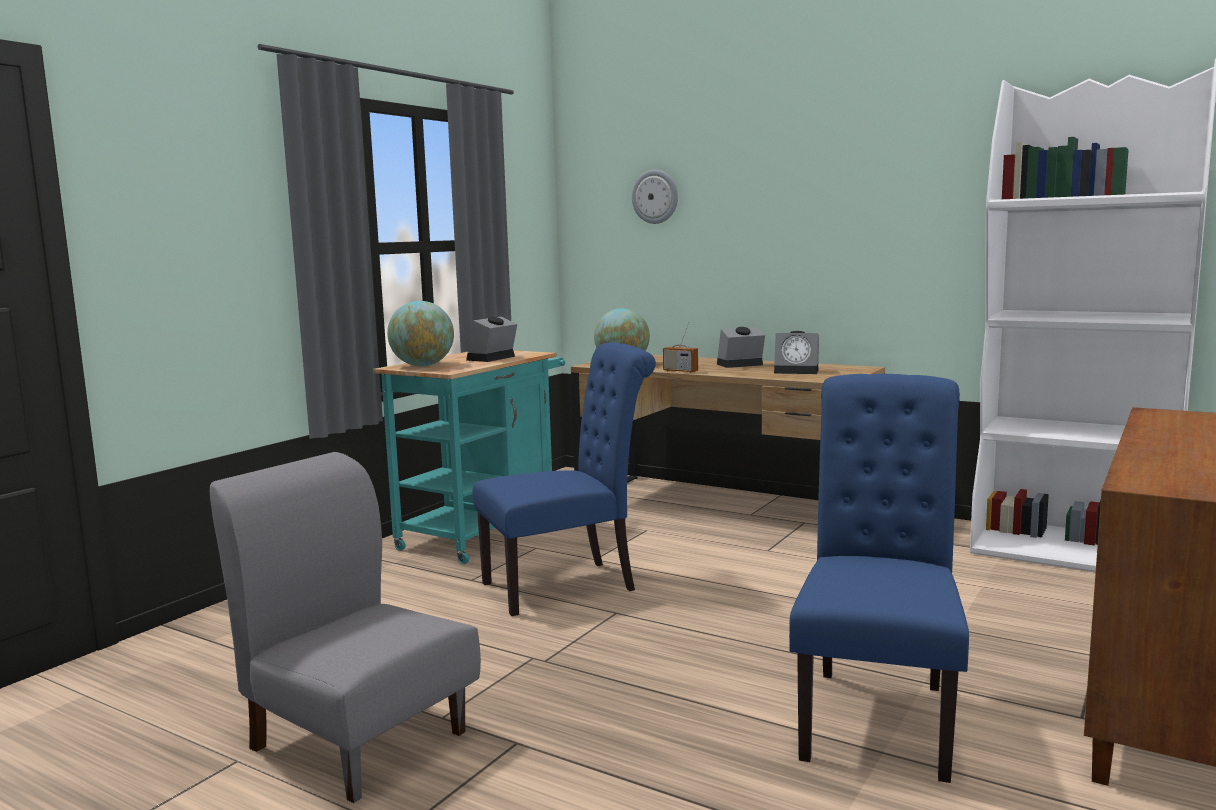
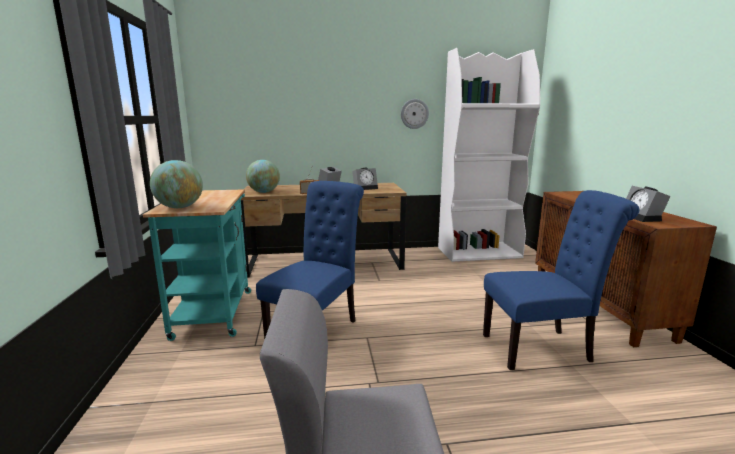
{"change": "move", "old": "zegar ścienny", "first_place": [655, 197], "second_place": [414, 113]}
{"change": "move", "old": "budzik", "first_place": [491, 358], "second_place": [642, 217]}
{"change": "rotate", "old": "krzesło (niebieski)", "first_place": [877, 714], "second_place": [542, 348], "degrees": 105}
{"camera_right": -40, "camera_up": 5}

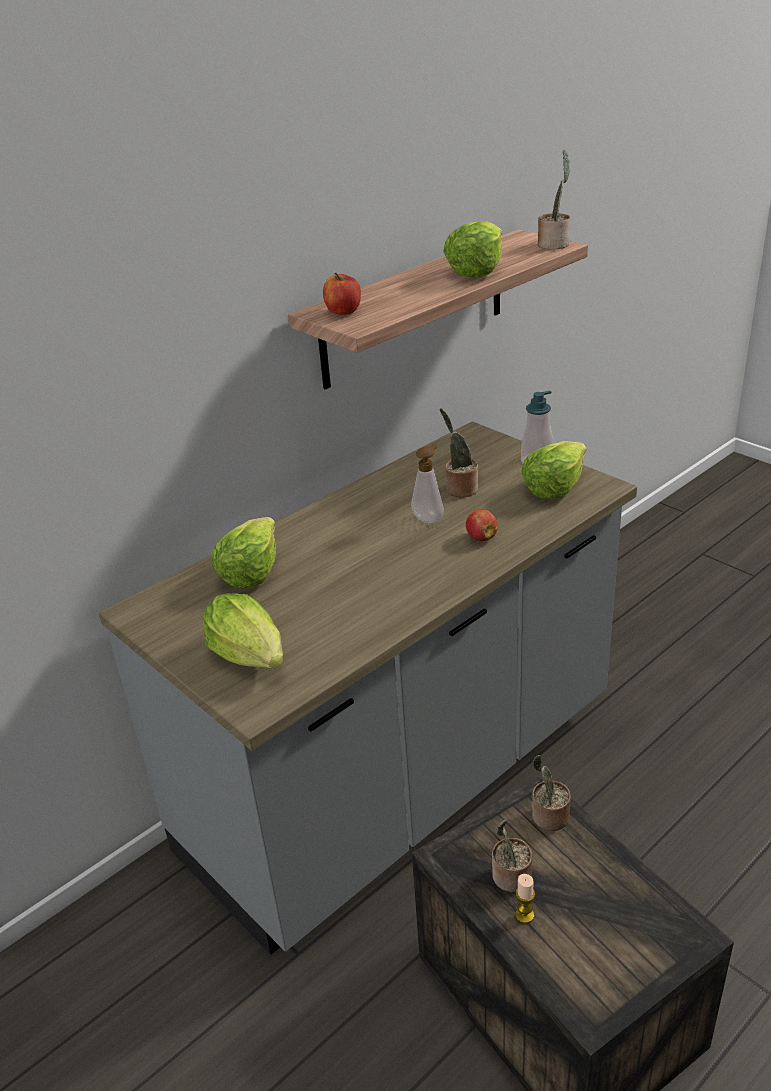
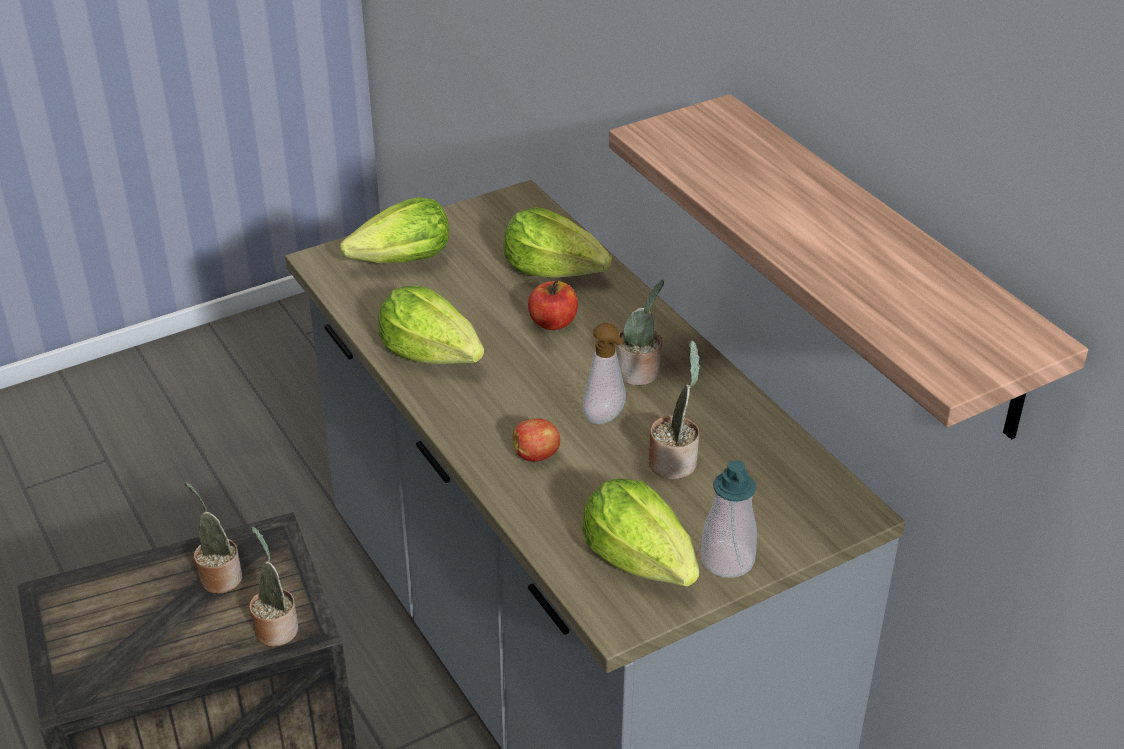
{"change": "move", "old": "roślina doniczkowa", "first_place": [554, 244], "second_place": [639, 373]}
{"change": "move", "old": "sałata", "first_place": [476, 270], "second_place": [432, 354]}
{"change": "move", "old": "jabłko", "first_place": [343, 311], "second_place": [553, 322]}
{"change": "delete", "old": "świeca", "first_place": [524, 915]}
{"camera_right": 100, "camera_up": 5}

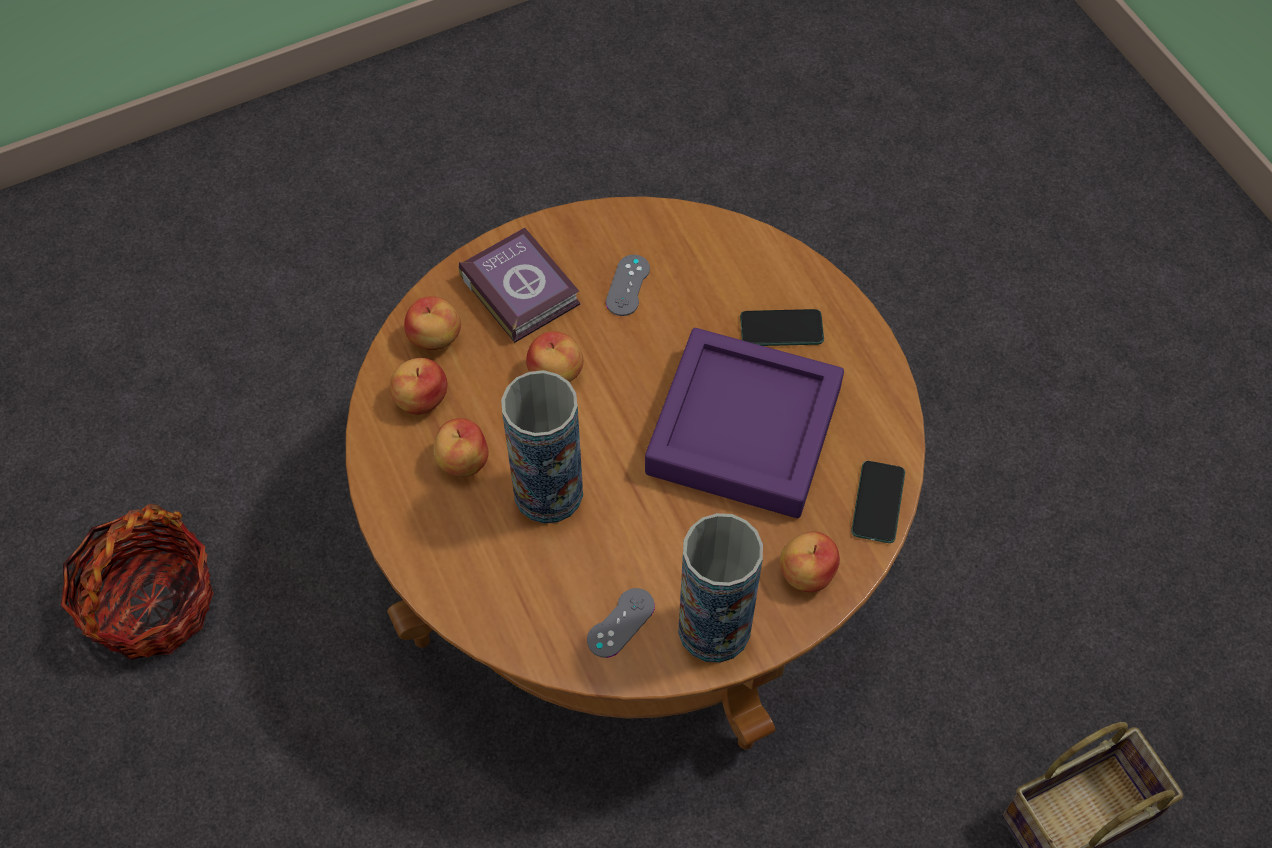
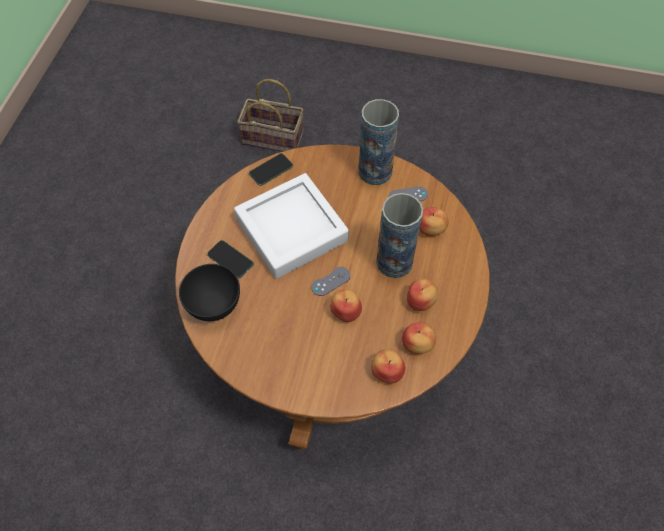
{"change": "delete", "old": "książka", "first_place": [520, 288]}
{"change": "move", "old": "pad do gier (szary)", "first_place": [628, 285], "second_place": [330, 281]}
{"change": "recolor", "old": "taca (fioletowy)", "new": "taca (biały)", "first_place": [743, 431], "second_place": [291, 230]}
{"change": "delete", "old": "koszyk", "first_place": [151, 603]}
{"change": "move", "old": "jabłko", "first_place": [807, 572], "second_place": [431, 229]}
{"change": "insert", "new": "miska (czarny)", "second_place": [214, 304]}
{"camera_right": -140, "camera_up": 0}

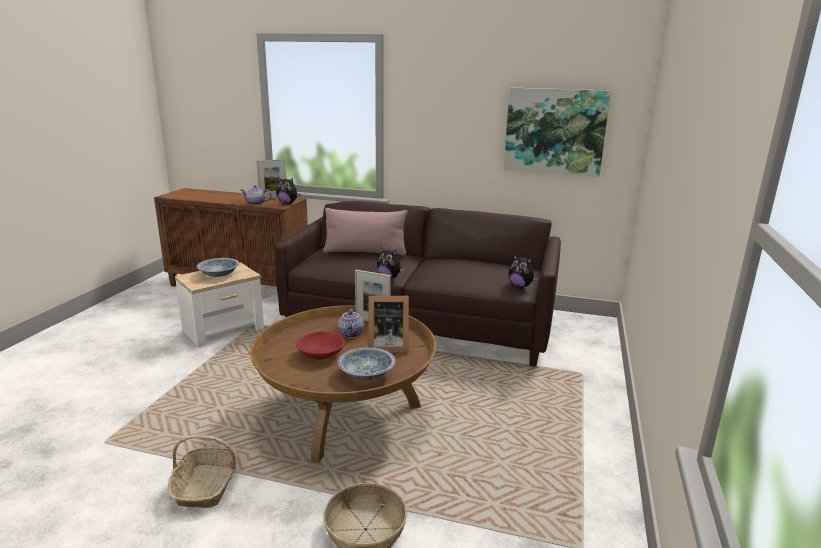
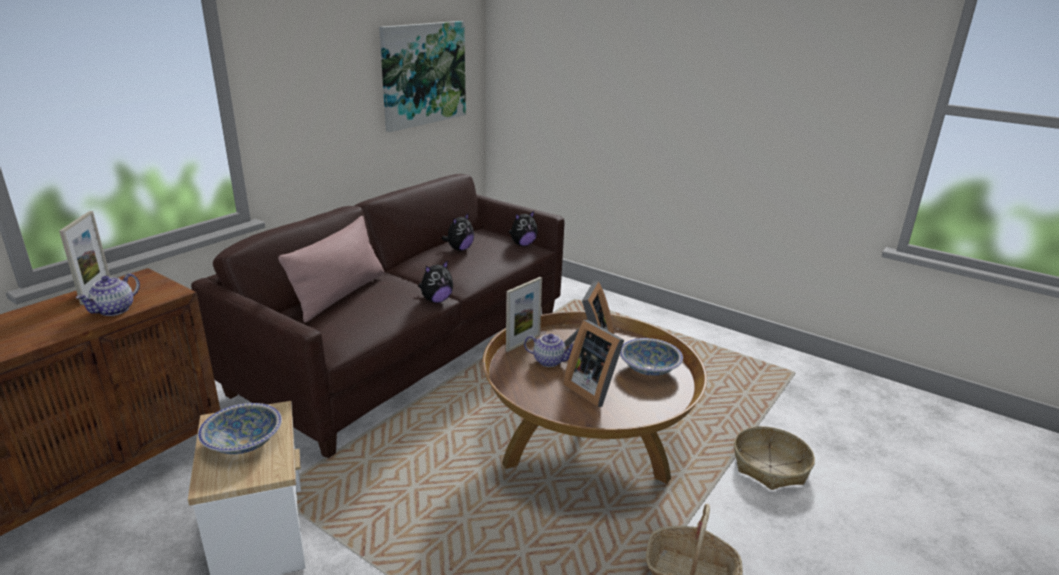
{"change": "move", "old": "pluszak", "first_place": [288, 203], "second_place": [459, 249]}
{"change": "replace", "old": "miska (czerwony)", "new": "ramka na zdjęcie", "first_place": [320, 354], "second_place": [593, 388]}
{"camera_right": -70, "camera_up": 5}

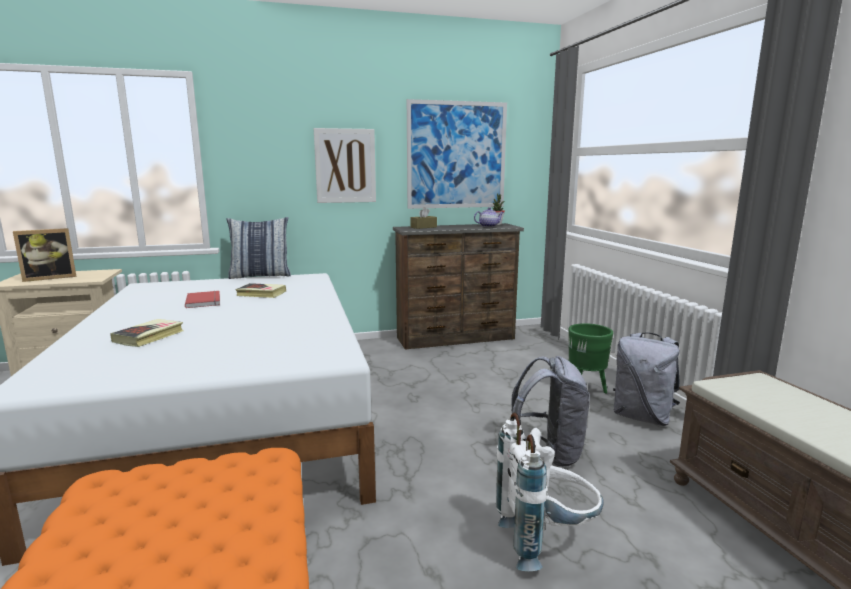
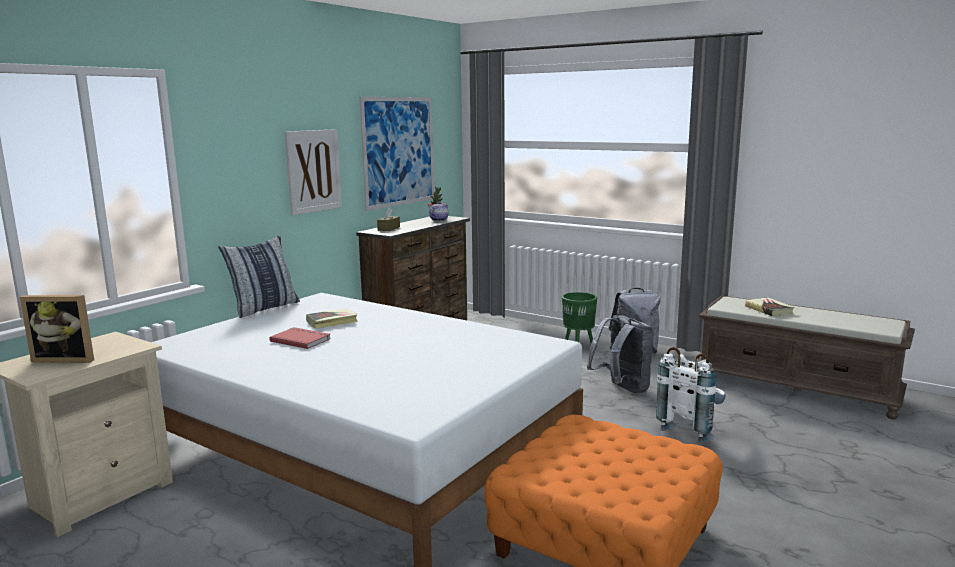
{"change": "rotate", "old": "ramka na zdjęcie", "first_place": [50, 277], "second_place": [67, 358], "degrees": 75}
{"change": "move", "old": "książka", "first_place": [149, 336], "second_place": [769, 310]}
{"camera_right": -40, "camera_up": 0}

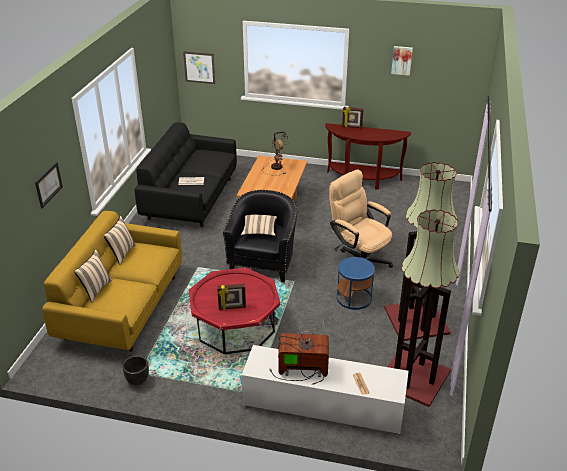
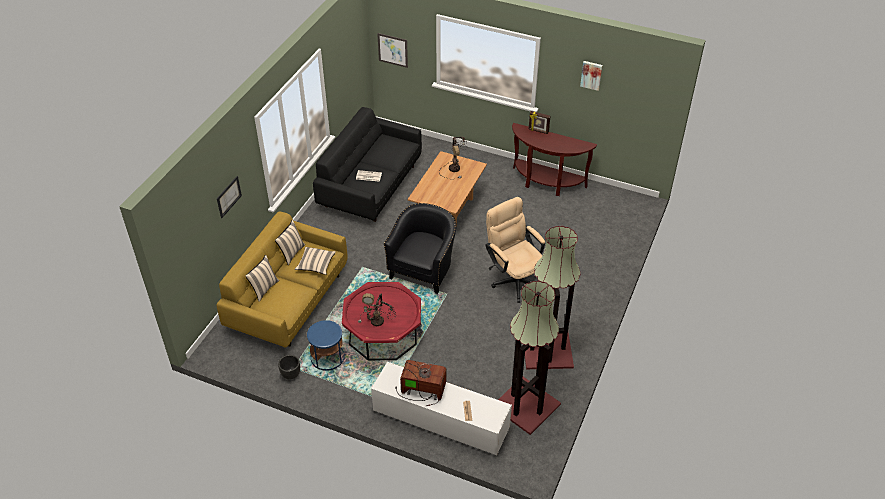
{"change": "move", "old": "poduszka (beżowy)", "first_place": [259, 231], "second_place": [316, 265]}
{"change": "move", "old": "stolik (niebieski)", "first_place": [354, 298], "second_place": [328, 357]}
{"change": "replace", "old": "ramka na zdjęcie", "new": "lampa stołowa", "first_place": [232, 307], "second_place": [378, 322]}
{"camera_right": 10, "camera_up": 10}

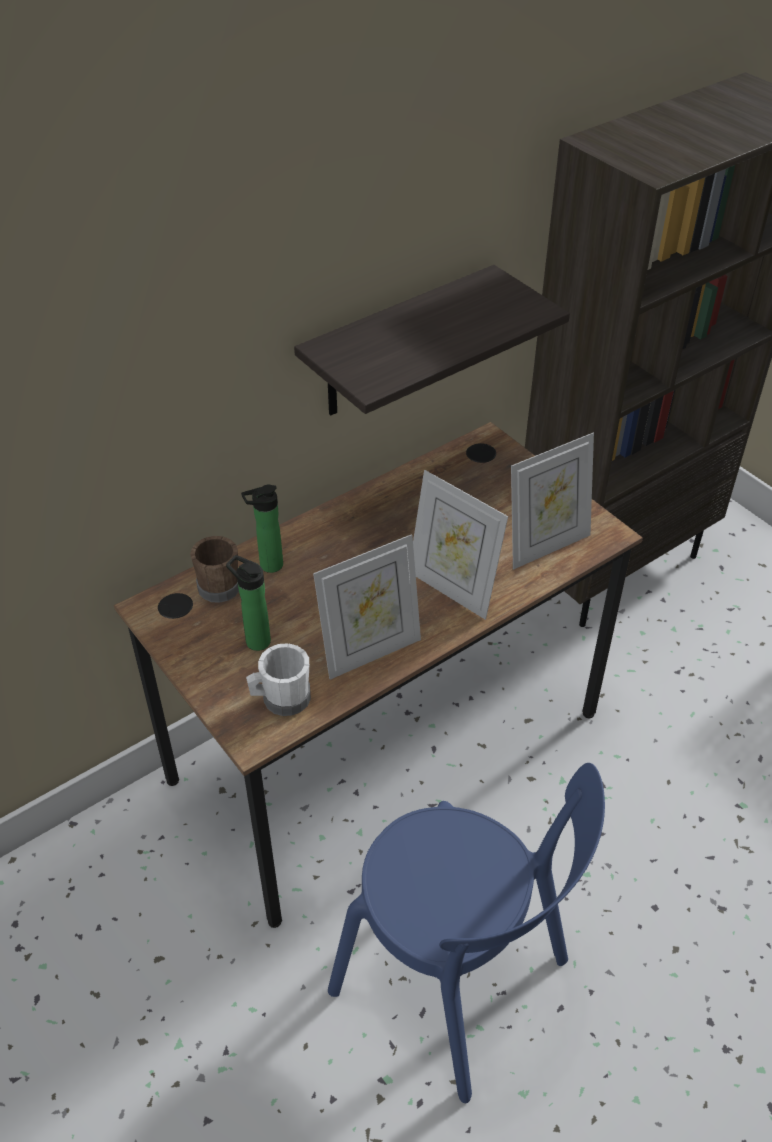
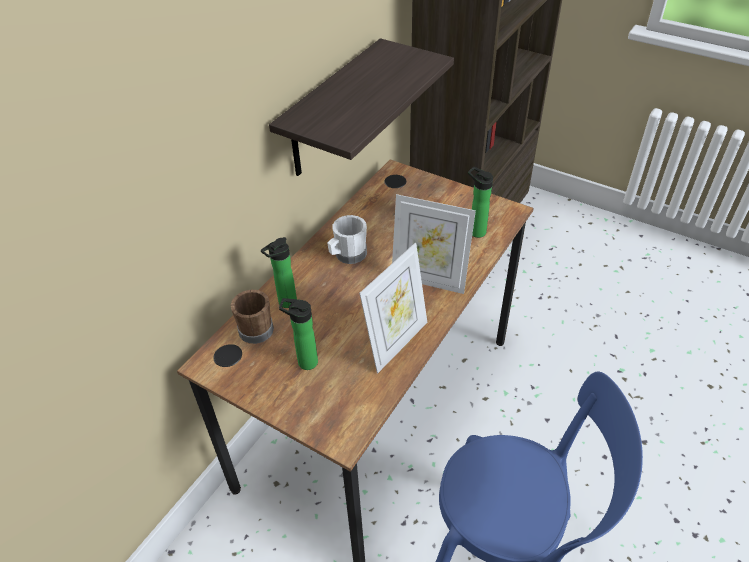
{"change": "replace", "old": "ramka na zdjęcie", "new": "butelka", "first_place": [546, 546], "second_place": [475, 231]}
{"change": "move", "old": "kubek (biały)", "first_place": [281, 699], "second_place": [348, 255]}
{"camera_right": -20, "camera_up": 0}

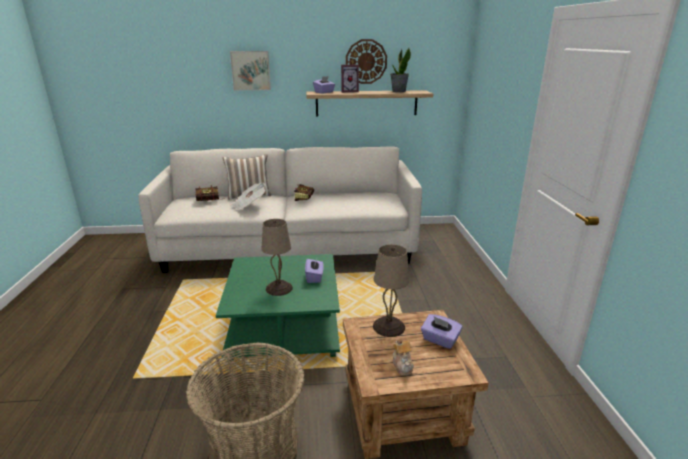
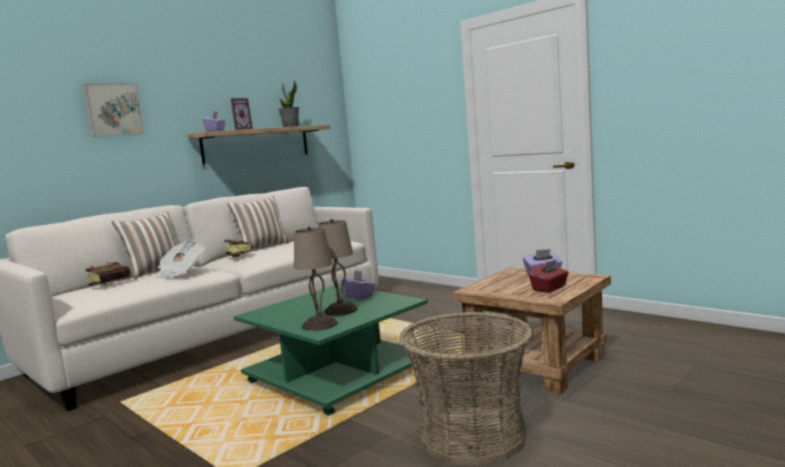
{"change": "delete", "old": "zegar ścienny", "first_place": [366, 61]}
{"change": "move", "old": "lampa stołowa (beżowy)", "first_place": [389, 327], "second_place": [320, 324]}
{"change": "replace", "old": "imbryk", "new": "pudełko chusteczek (czerwony)", "first_place": [402, 365], "second_place": [549, 288]}
{"change": "insert", "new": "poduszka", "second_place": [261, 247]}
{"camera_right": -40, "camera_up": -15}

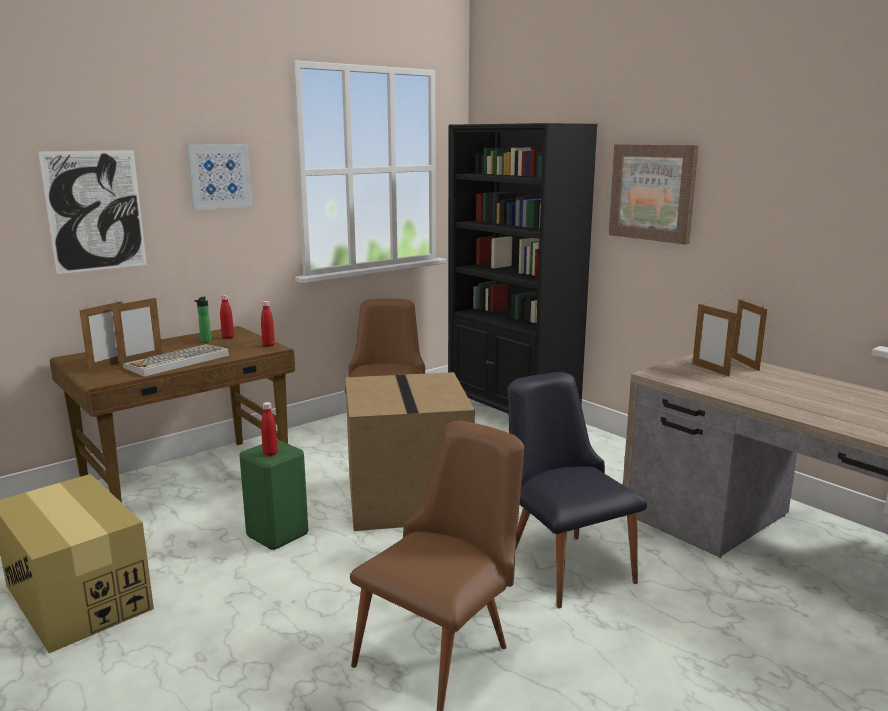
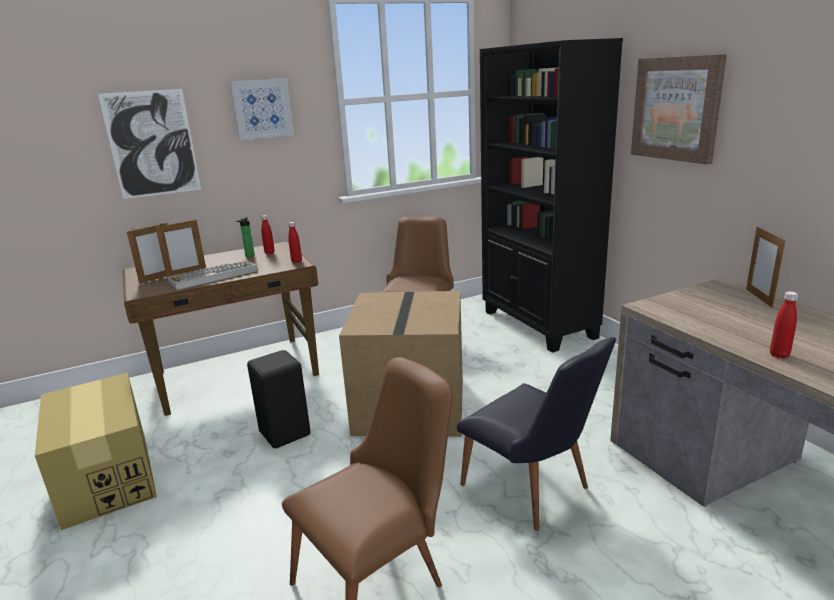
{"change": "delete", "old": "ramka na zdjęcie", "first_place": [710, 369]}
{"change": "rotate", "old": "krzesło (czarny)", "first_place": [563, 562], "second_place": [533, 492], "degrees": 150}
{"change": "move", "old": "butelka (czerwony)", "first_place": [270, 454], "second_place": [779, 355]}
{"change": "recolor", "old": "stołek (zielony)", "new": "stołek (czarny)", "first_place": [277, 536], "second_place": [284, 434]}
{"camera_right": 15, "camera_up": 5}

